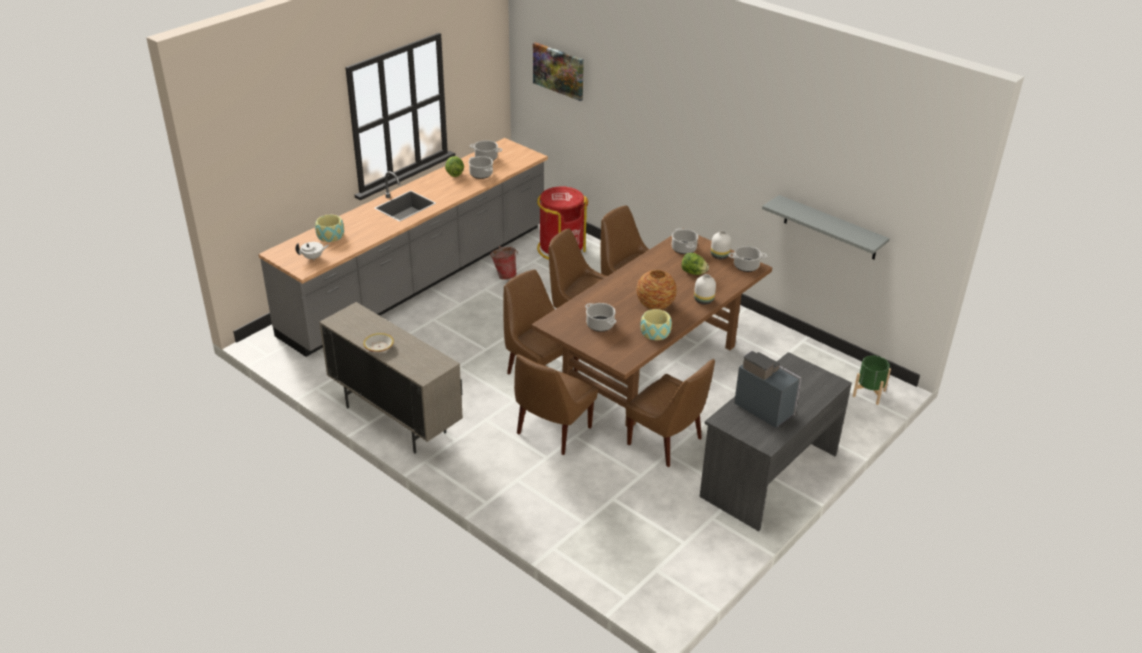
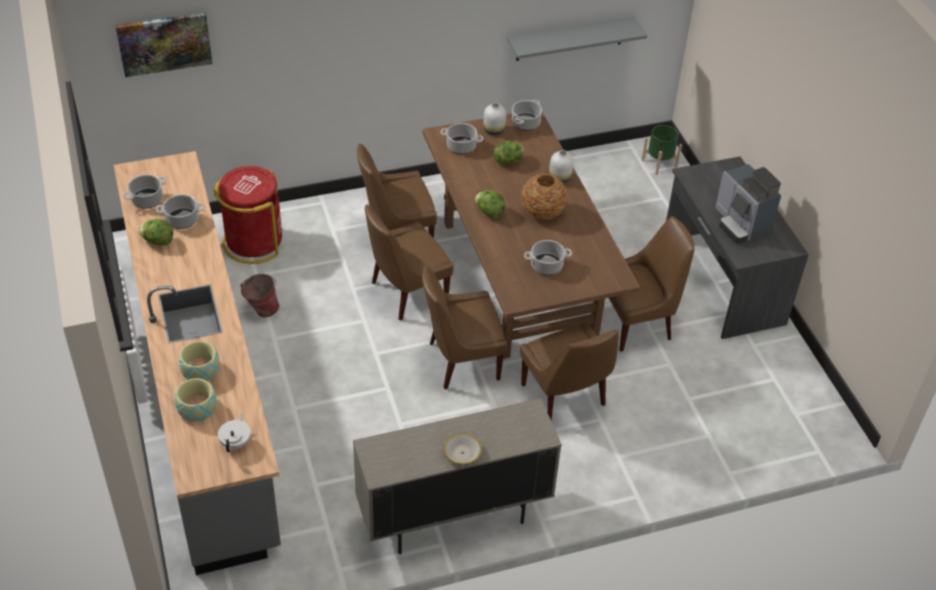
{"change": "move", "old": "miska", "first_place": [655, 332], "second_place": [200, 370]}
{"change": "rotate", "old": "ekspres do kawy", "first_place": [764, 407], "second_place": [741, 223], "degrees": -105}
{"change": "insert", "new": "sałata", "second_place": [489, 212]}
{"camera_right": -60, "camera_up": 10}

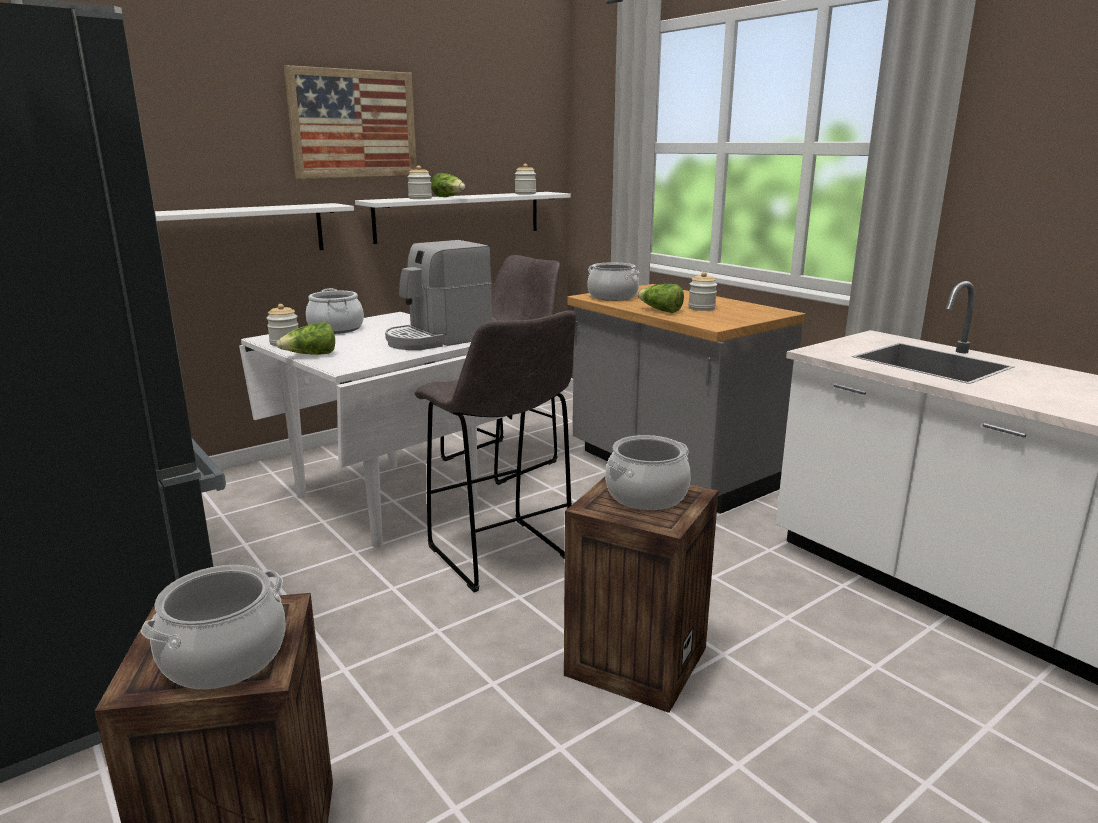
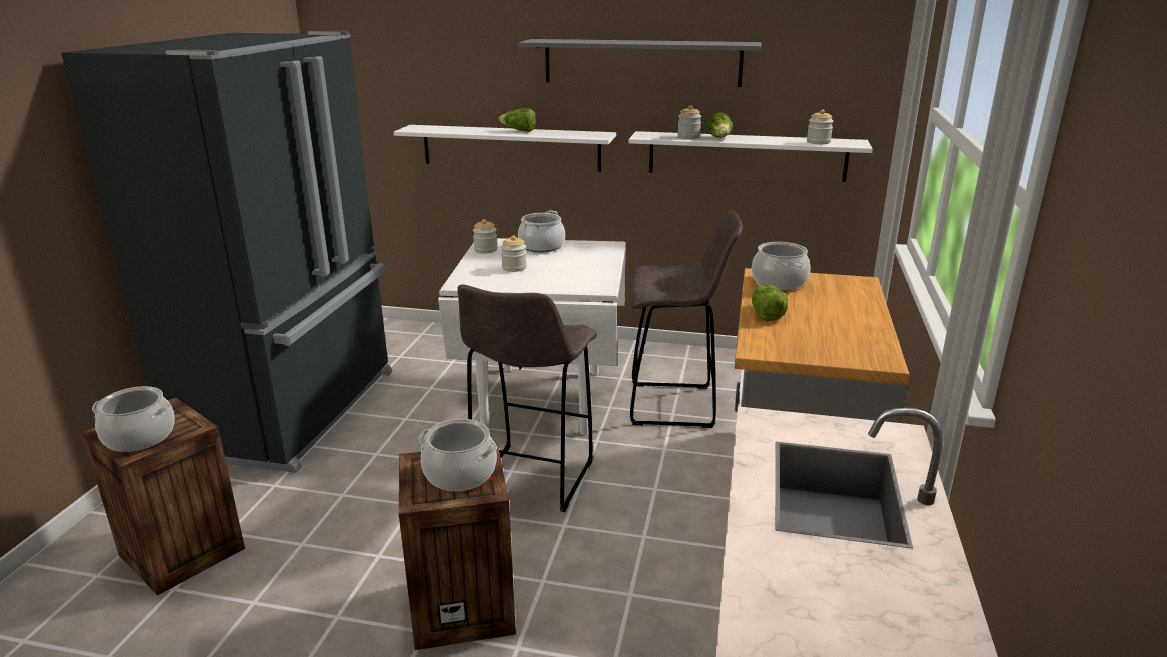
{"change": "replace", "old": "obraz", "new": "półka (szary)", "first_place": [354, 124], "second_place": [642, 62]}
{"change": "delete", "old": "ekspres do kawy", "first_place": [437, 339]}
{"change": "move", "old": "słoik", "first_place": [701, 308], "second_place": [514, 268]}
{"change": "move", "old": "sałata", "first_place": [310, 355], "second_place": [519, 131]}
{"camera_right": 50, "camera_up": 5}

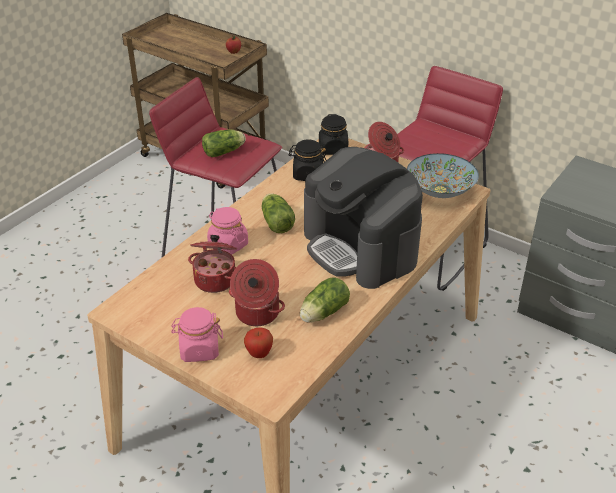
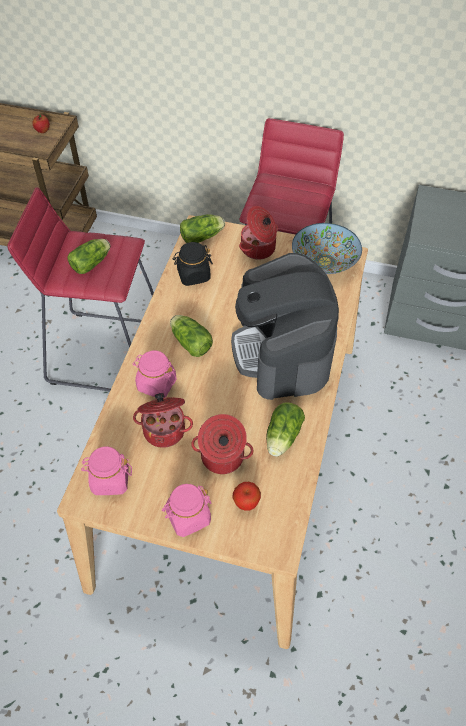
{"change": "replace", "old": "słoik (czarny)", "new": "sałata", "first_place": [333, 149], "second_place": [203, 236]}
{"change": "rotate", "old": "ekspres do kawy", "first_place": [360, 248], "second_place": [282, 350], "degrees": 45}
{"change": "insert", "new": "słoik (różowy)", "second_place": [110, 480]}
{"camera_right": -20, "camera_up": 15}

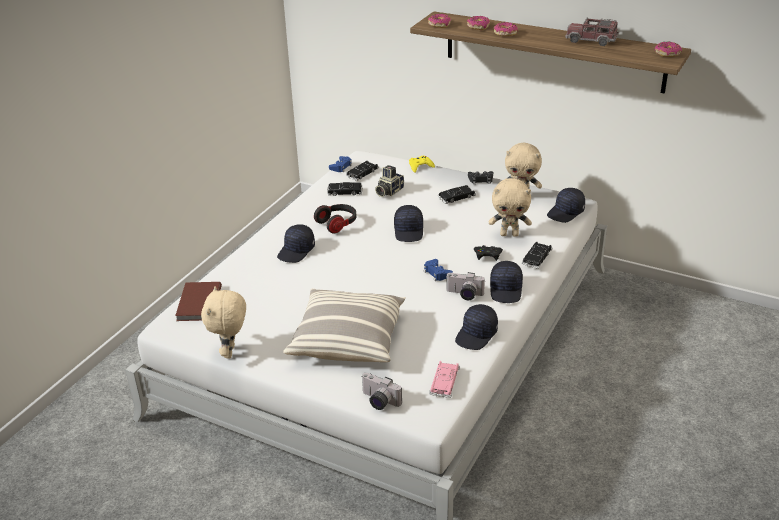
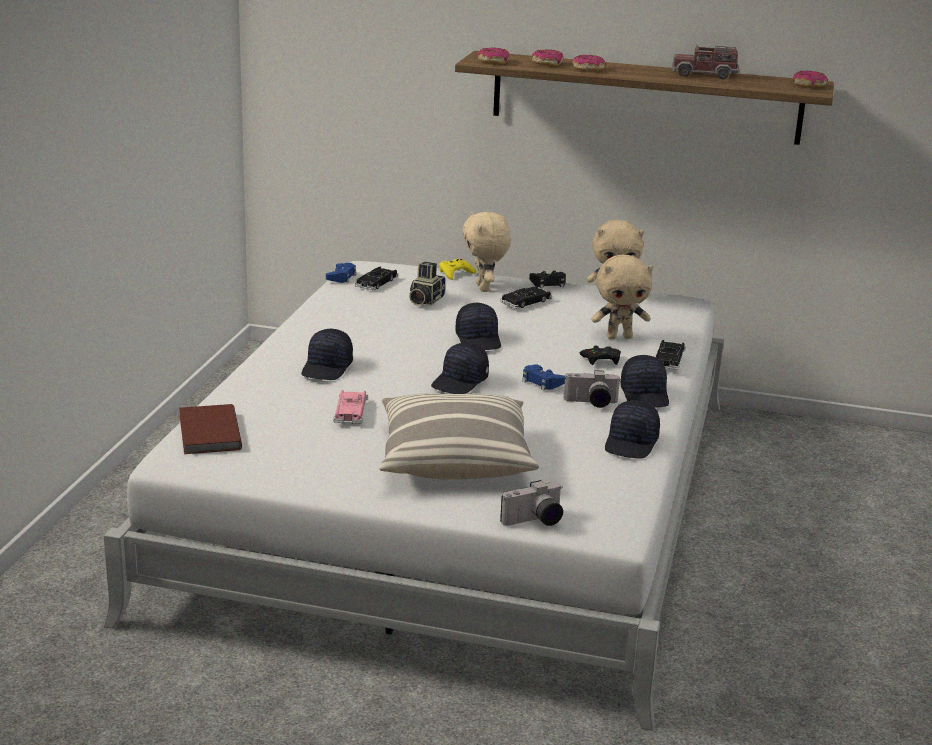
{"change": "delete", "old": "samochodzik (czarny)", "first_place": [345, 192]}
{"change": "move", "old": "czapka z daszkiem (czarny)", "first_place": [566, 213], "second_place": [460, 382]}
{"change": "delete", "old": "słuchawki", "first_place": [337, 224]}
{"change": "move", "old": "pluszak (beżowy)", "first_place": [231, 352], "second_place": [484, 288]}
{"change": "move", "old": "samochodzik (różowy)", "first_place": [444, 382], "second_place": [350, 412]}
{"change": "rotate", "old": "aparat fotograficzny", "first_place": [378, 401], "second_place": [535, 521], "degrees": -45}
{"camera_right": -15, "camera_up": -10}

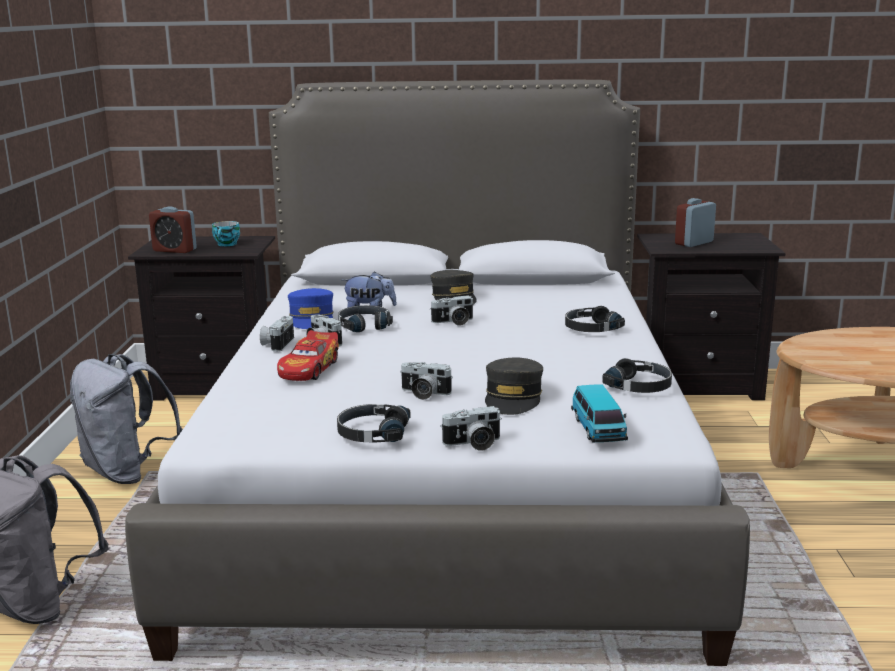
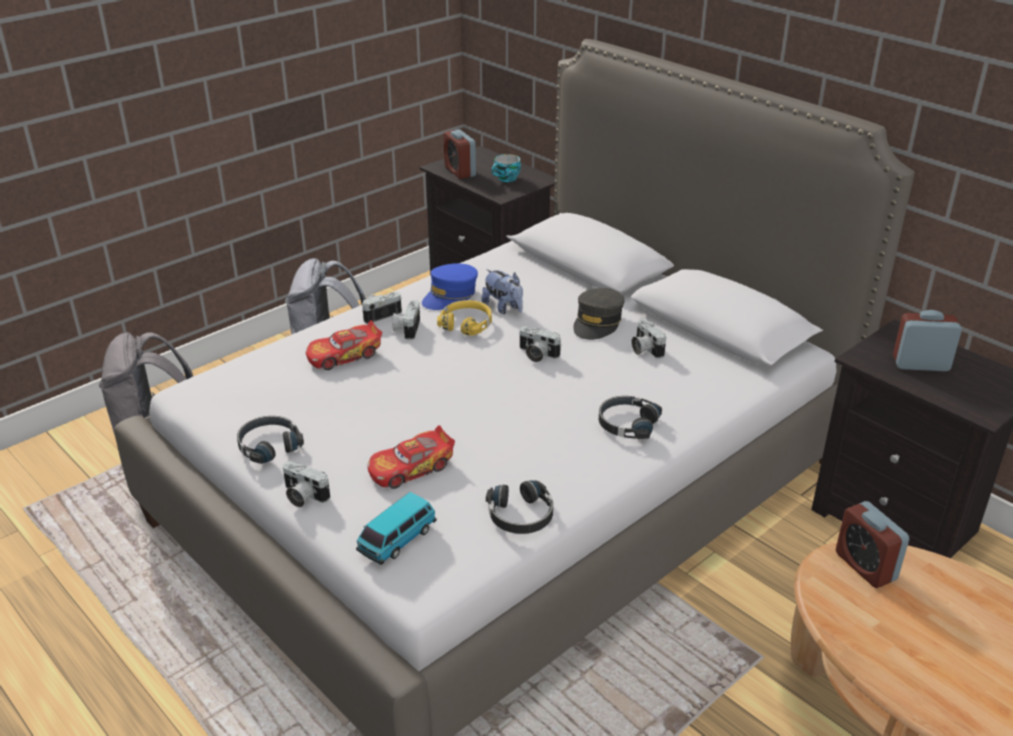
{"change": "recolor", "old": "słuchawki (czarny)", "new": "słuchawki (żółty)", "first_place": [364, 325], "second_place": [467, 324]}
{"change": "replace", "old": "czapka z daszkiem (szary)", "new": "samochodzik", "first_place": [513, 398], "second_place": [411, 468]}
{"change": "move", "old": "aparat fotograficzny", "first_place": [424, 393], "second_place": [644, 349]}
{"change": "insert", "new": "budzik", "second_place": [865, 566]}
{"camera_right": 45, "camera_up": 15}

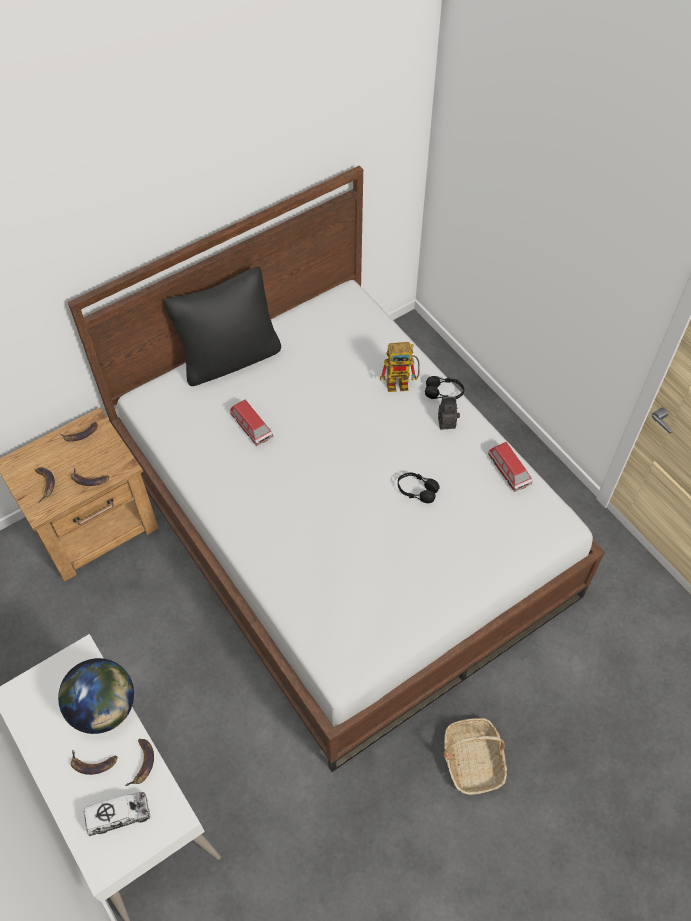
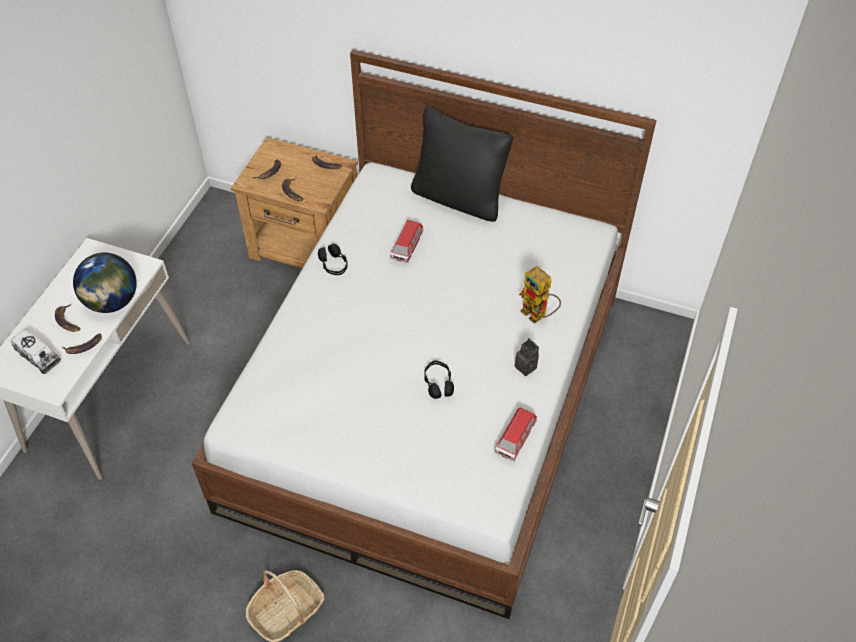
{"change": "move", "old": "słuchawki (czarny)", "first_place": [444, 393], "second_place": [334, 265]}
{"camera_right": 55, "camera_up": -5}

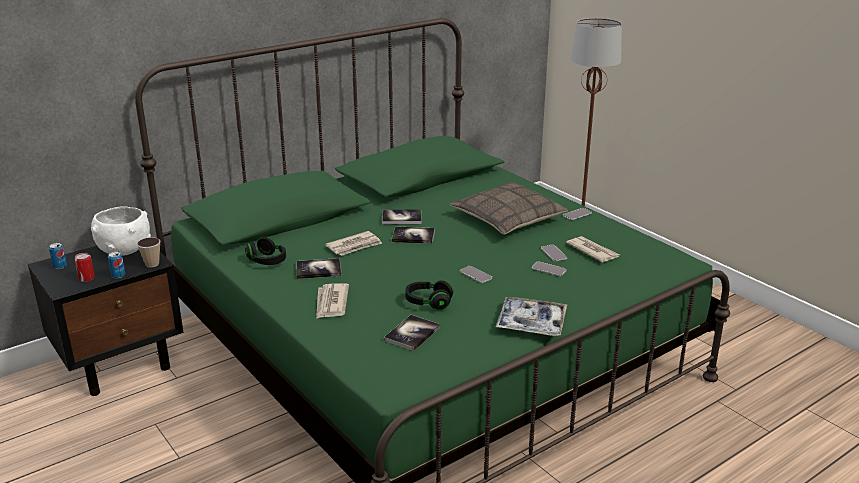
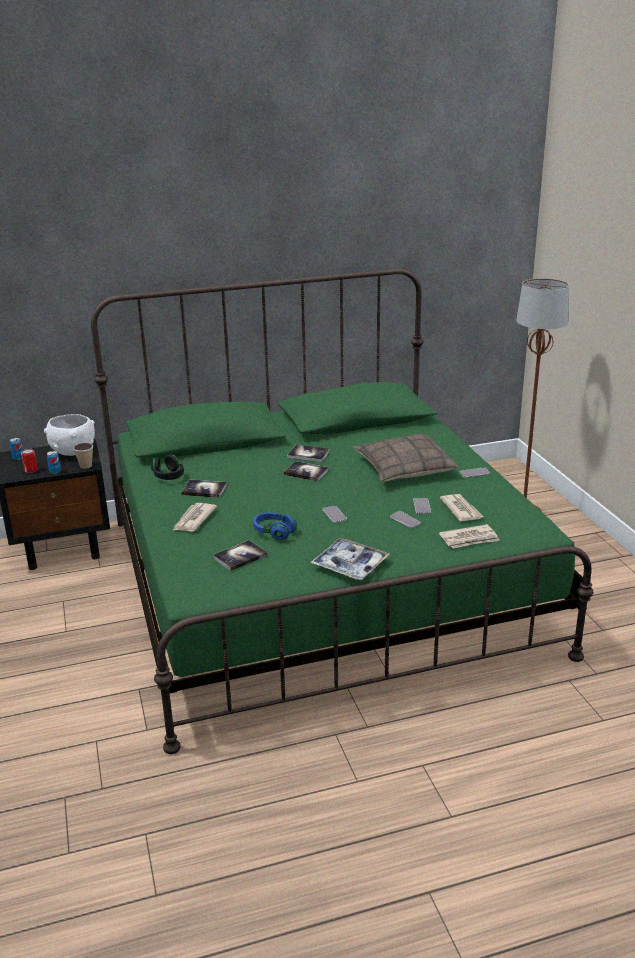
{"change": "move", "old": "gazeta", "first_place": [354, 246], "second_place": [469, 539]}
{"change": "recolor", "old": "słuchawki (czarny)", "new": "słuchawki (niebieski)", "first_place": [428, 303], "second_place": [274, 532]}
{"camera_right": 20, "camera_up": 0}

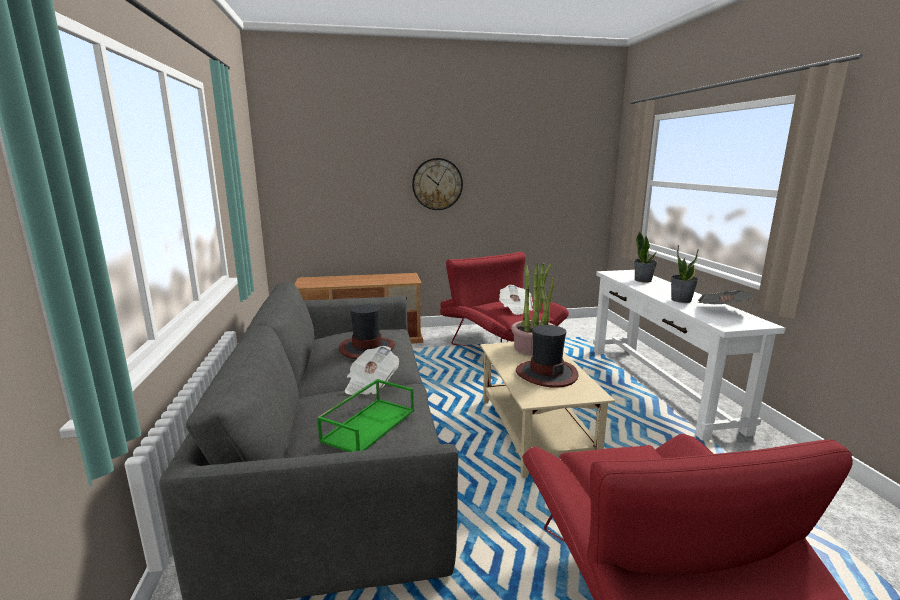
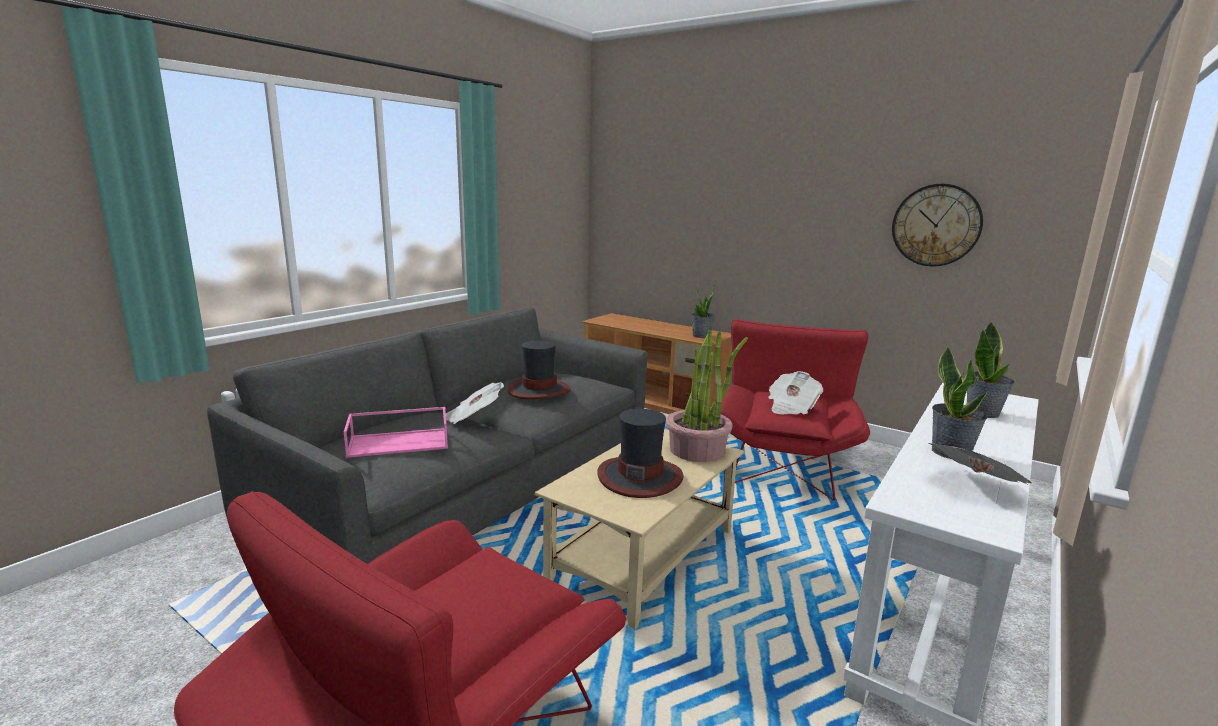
{"change": "move", "old": "zegar ścienny", "first_place": [437, 184], "second_place": [936, 225]}
{"change": "recolor", "old": "taca (zielony)", "new": "taca (różowy)", "first_place": [369, 424], "second_place": [400, 442]}
{"change": "insert", "new": "roślina doniczkowa", "second_place": [701, 336]}
{"camera_right": 45, "camera_up": 0}

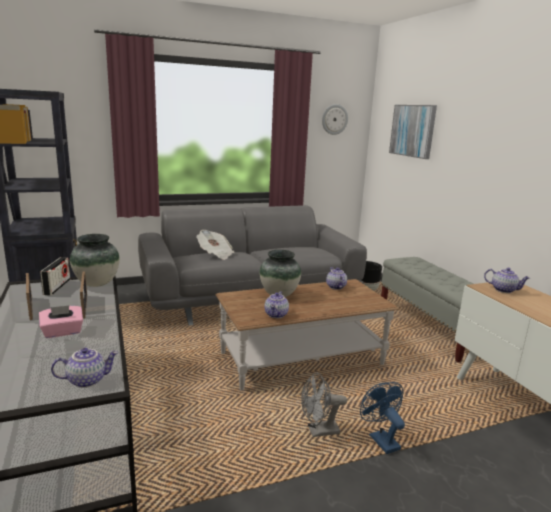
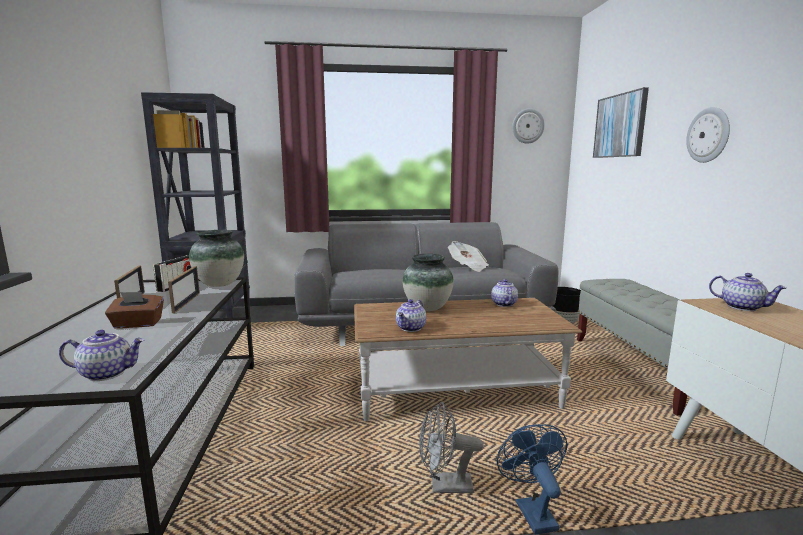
{"change": "move", "old": "gazeta", "first_place": [215, 254], "second_place": [468, 267]}
{"change": "recolor", "old": "pudełko chusteczek (różowy)", "new": "pudełko chusteczek (brązowy)", "first_place": [62, 332], "second_place": [137, 324]}
{"change": "insert", "new": "zegar ścienny", "second_place": [708, 135]}
{"camera_right": 15, "camera_up": -5}

